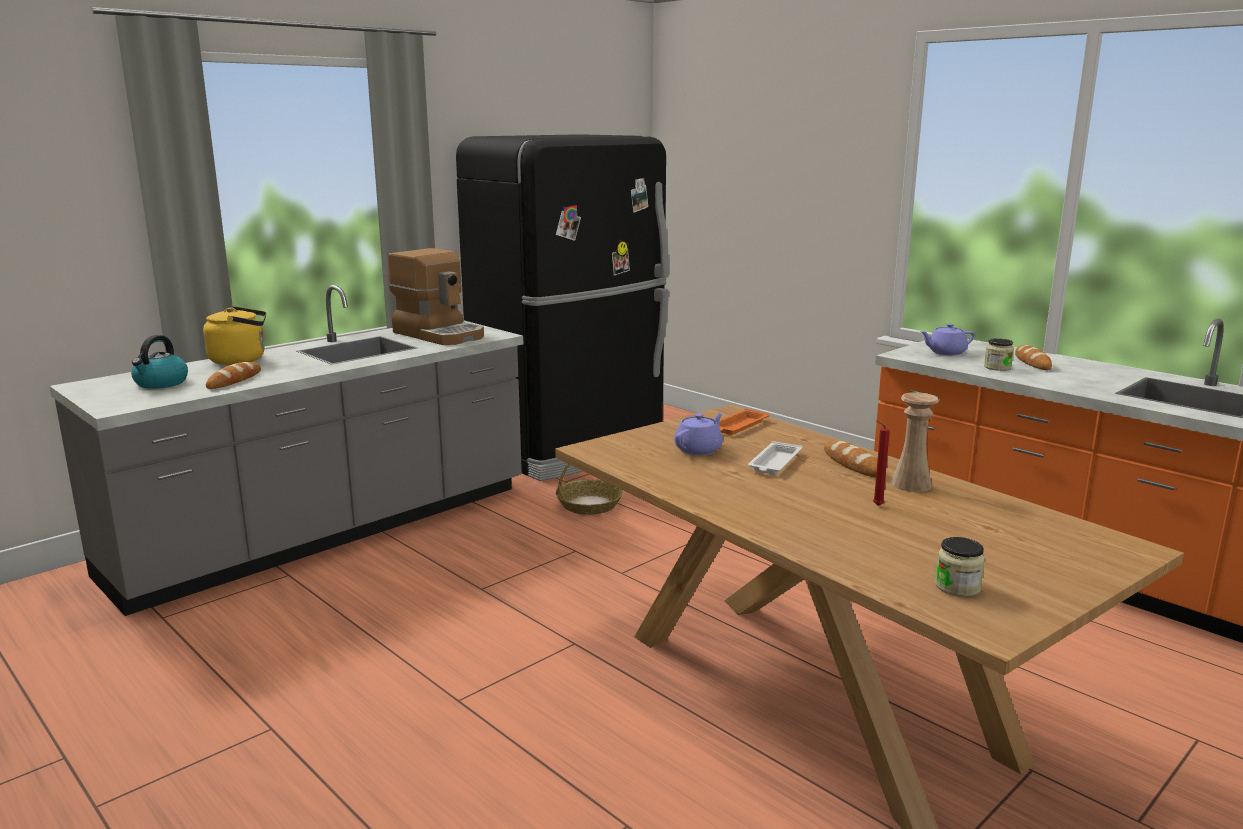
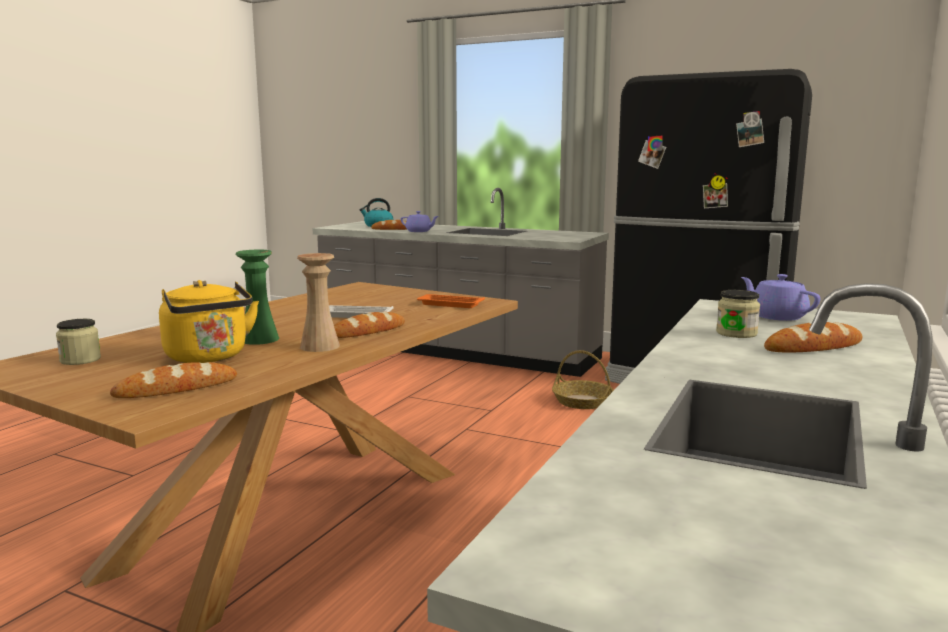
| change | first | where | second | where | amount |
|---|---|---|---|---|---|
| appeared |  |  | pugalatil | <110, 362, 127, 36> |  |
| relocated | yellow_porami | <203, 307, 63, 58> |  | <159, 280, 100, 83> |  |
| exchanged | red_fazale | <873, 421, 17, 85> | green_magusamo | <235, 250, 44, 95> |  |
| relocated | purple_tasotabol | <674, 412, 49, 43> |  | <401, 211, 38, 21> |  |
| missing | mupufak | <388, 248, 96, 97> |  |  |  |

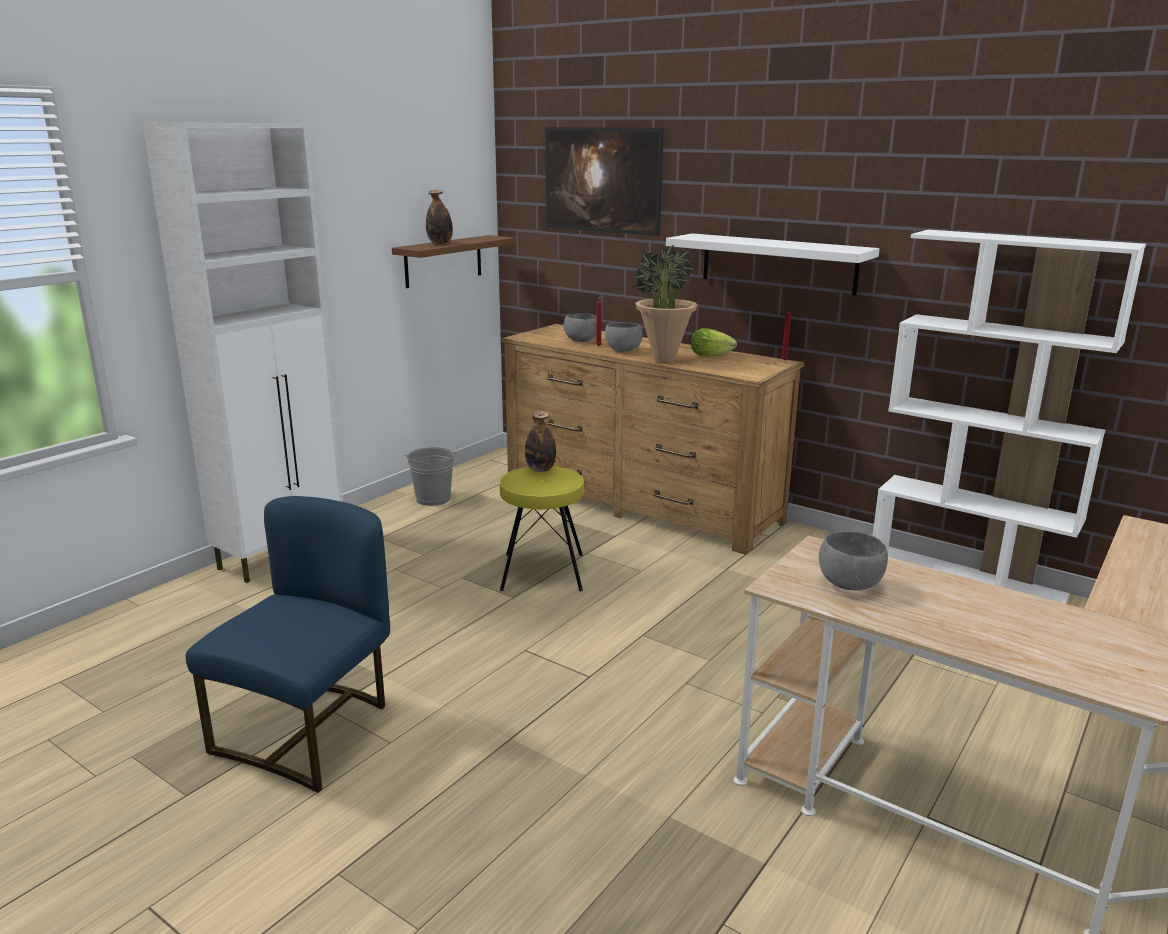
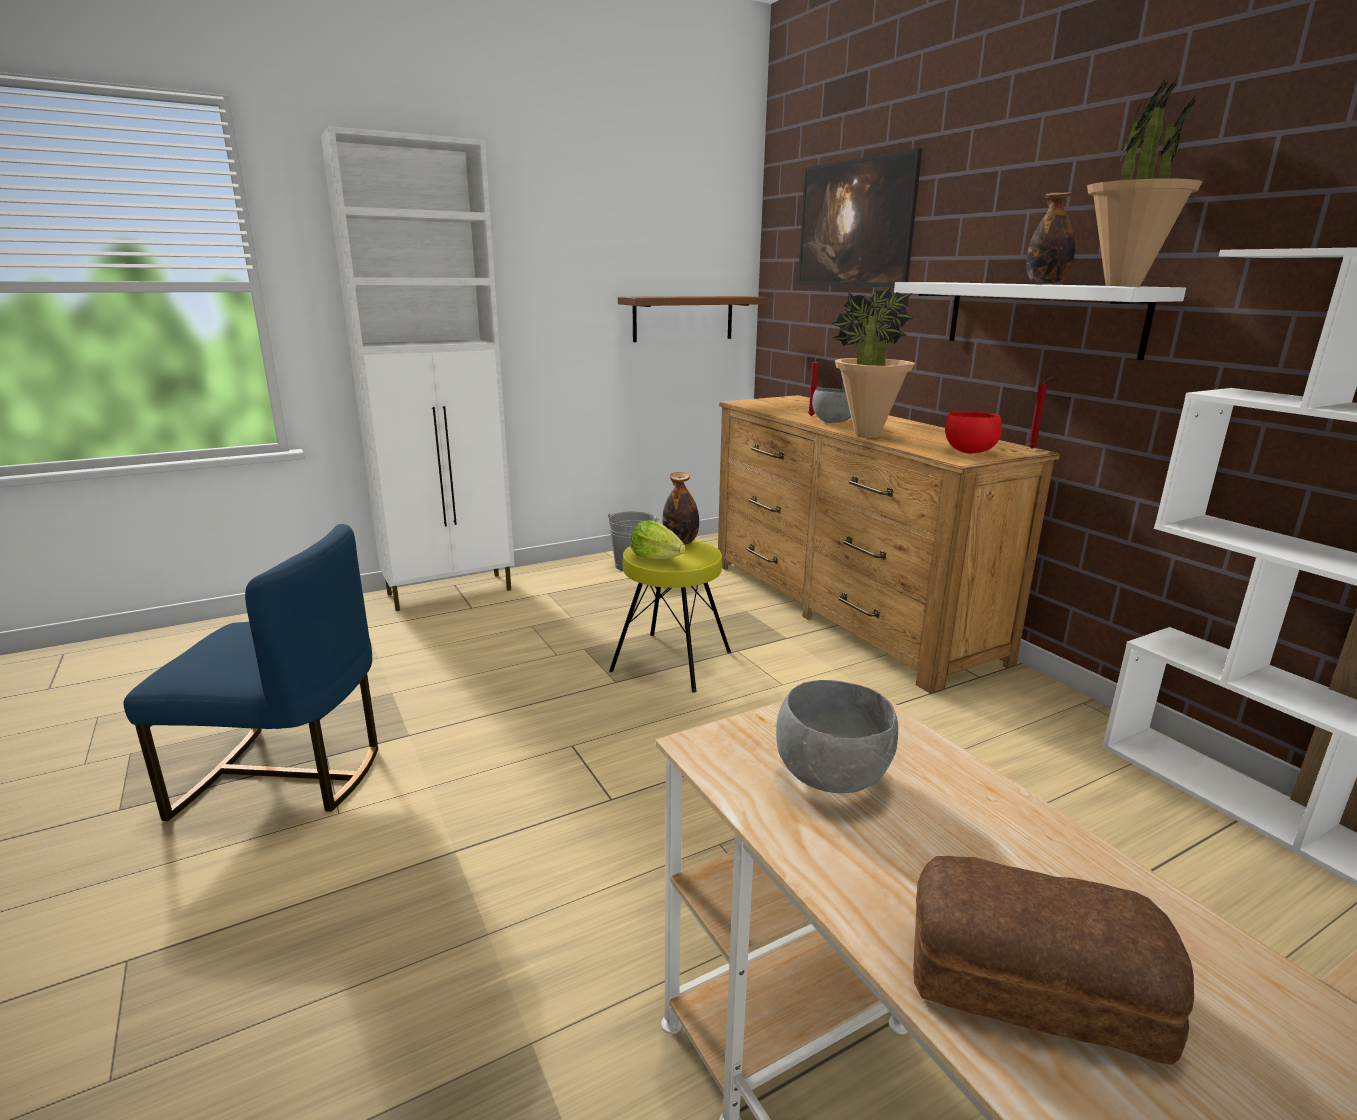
| change | first | where | second | where | amount |
|---|---|---|---|---|---|
| spun | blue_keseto | <185, 496, 205, 297> |  | <124, 524, 254, 297> | 45 degrees clockwise |
| relocated | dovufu | <691, 328, 46, 29> |  | <630, 520, 56, 40> |  |
| appeared |  |  | pugalatil | <913, 856, 281, 209> |  |
| appeared |  |  | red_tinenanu | <945, 412, 57, 42> |  |
| relocated | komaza | <426, 190, 27, 54> |  | <1026, 192, 49, 93> |  |
| appeared |  |  | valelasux | <1087, 75, 116, 211> |  |
| missing | grey_tinenanu | <564, 313, 32, 29> |  |  |  |

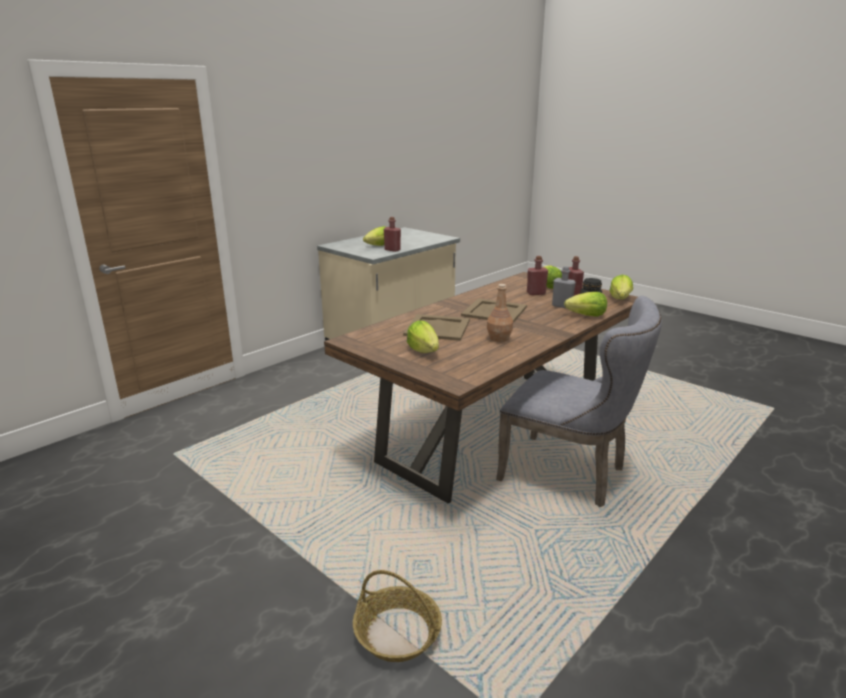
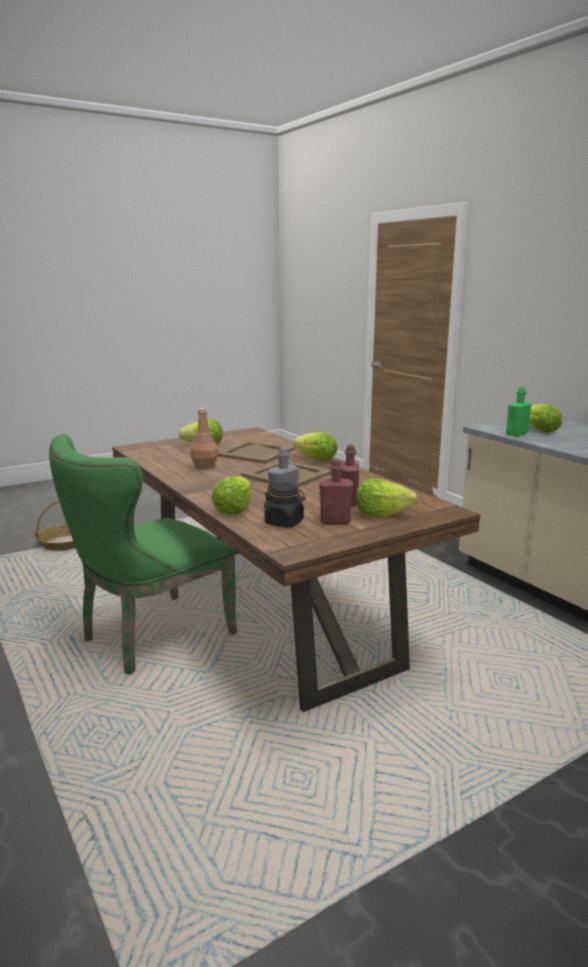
| change | first | where | second | where | amount |
|---|---|---|---|---|---|
| colour | grey_keseto | <496, 296, 166, 211> | green_keseto | <49, 434, 188, 241> |  |
| relocated | dovufu | <609, 274, 24, 25> |  | <293, 432, 44, 29> |  |
| colour | red_komaza | <384, 217, 17, 35> | green_komaza | <506, 387, 25, 49> |  |

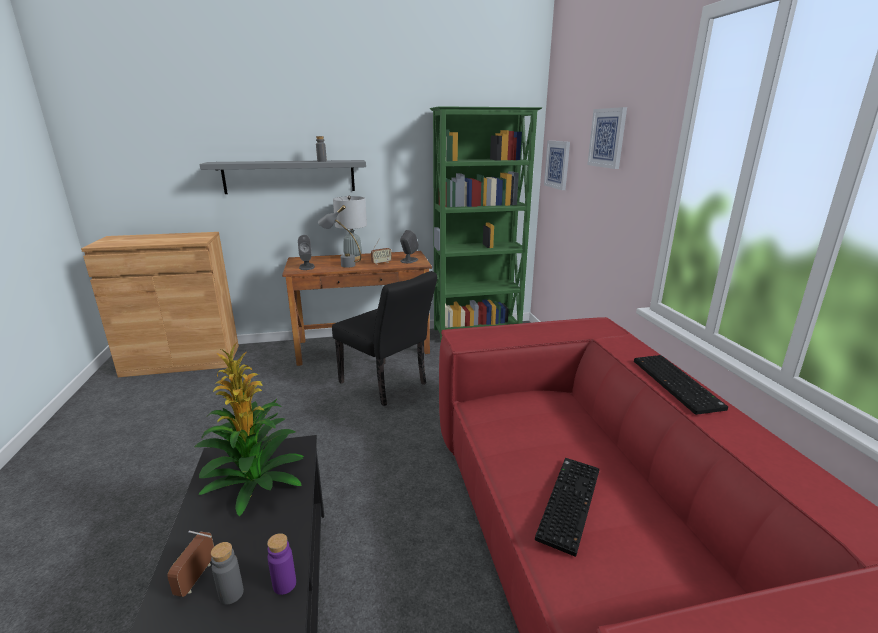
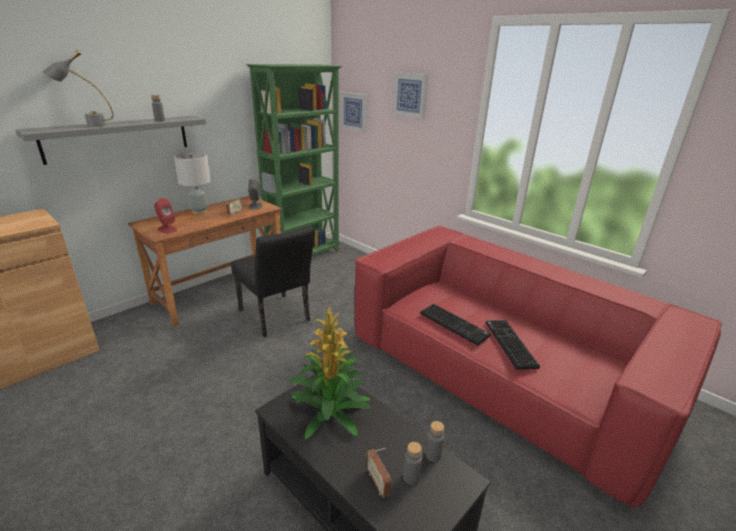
| change | first | where | second | where | amount |
|---|---|---|---|---|---|
| relocated | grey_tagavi | <318, 205, 43, 63> |  | <42, 50, 72, 77> |  |
| colour | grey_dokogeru | <298, 235, 17, 35> | red_dokogeru | <154, 198, 23, 35> |  |
| spun | black_keseto | <332, 271, 105, 135> |  | <231, 225, 84, 112> | 45 degrees clockwise |
| relocated | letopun | <634, 355, 94, 60> |  | <420, 304, 71, 42> |  |
| colour | purple_komaza | <267, 533, 29, 62> | grey_komaza | <425, 421, 19, 41> |  |

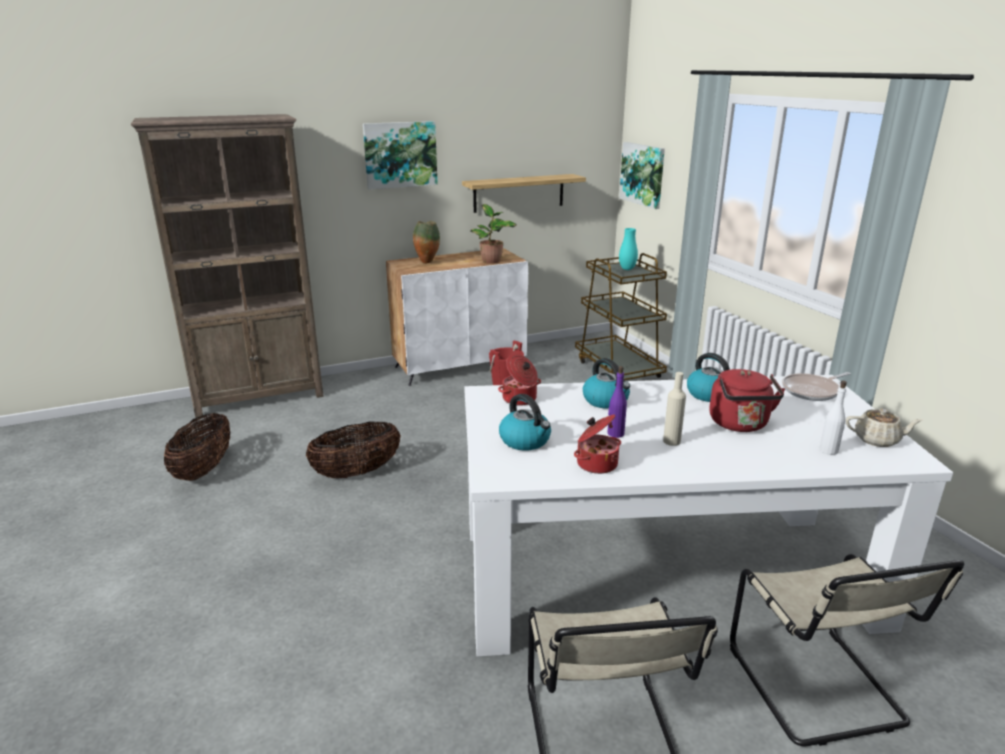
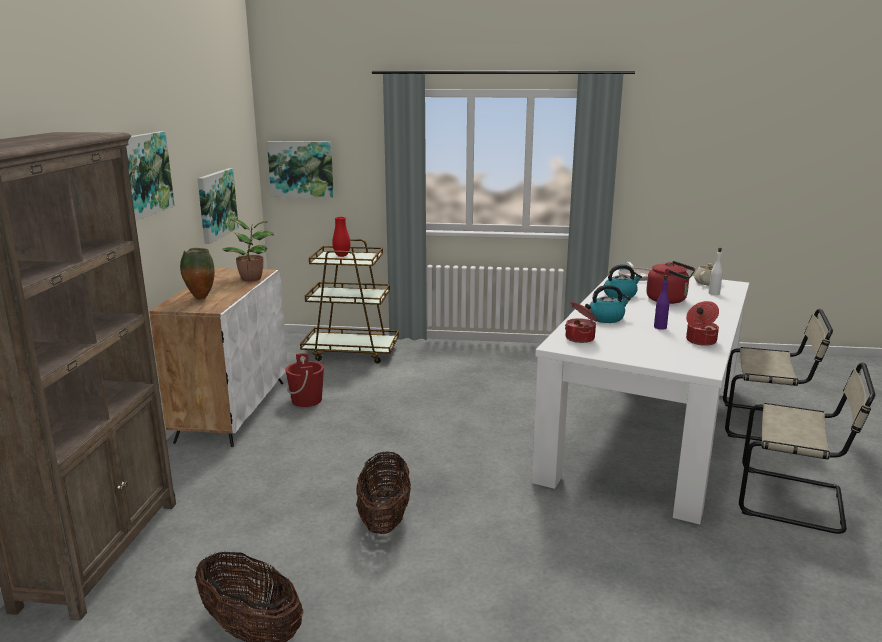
| change | first | where | second | where | amount |
|---|---|---|---|---|---|
| exchanged | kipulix | <462, 174, 124, 39> | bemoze | <197, 168, 42, 76> |  |
| colour | turquoise_magusamo | <619, 228, 19, 42> | red_magusamo | <332, 217, 18, 40> |  |
| missing | porami | <499, 394, 52, 57> |  |  |  |
| missing | beige_komaza | <663, 372, 23, 74> |  |  |  |

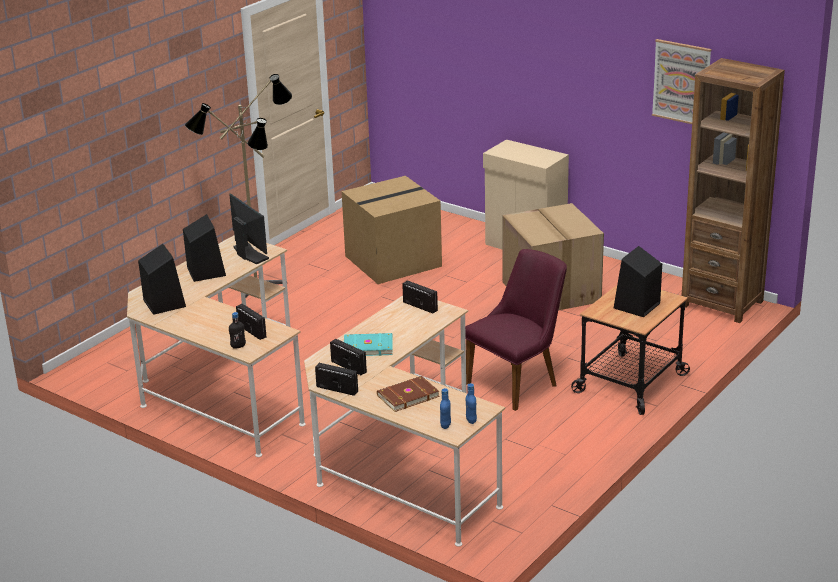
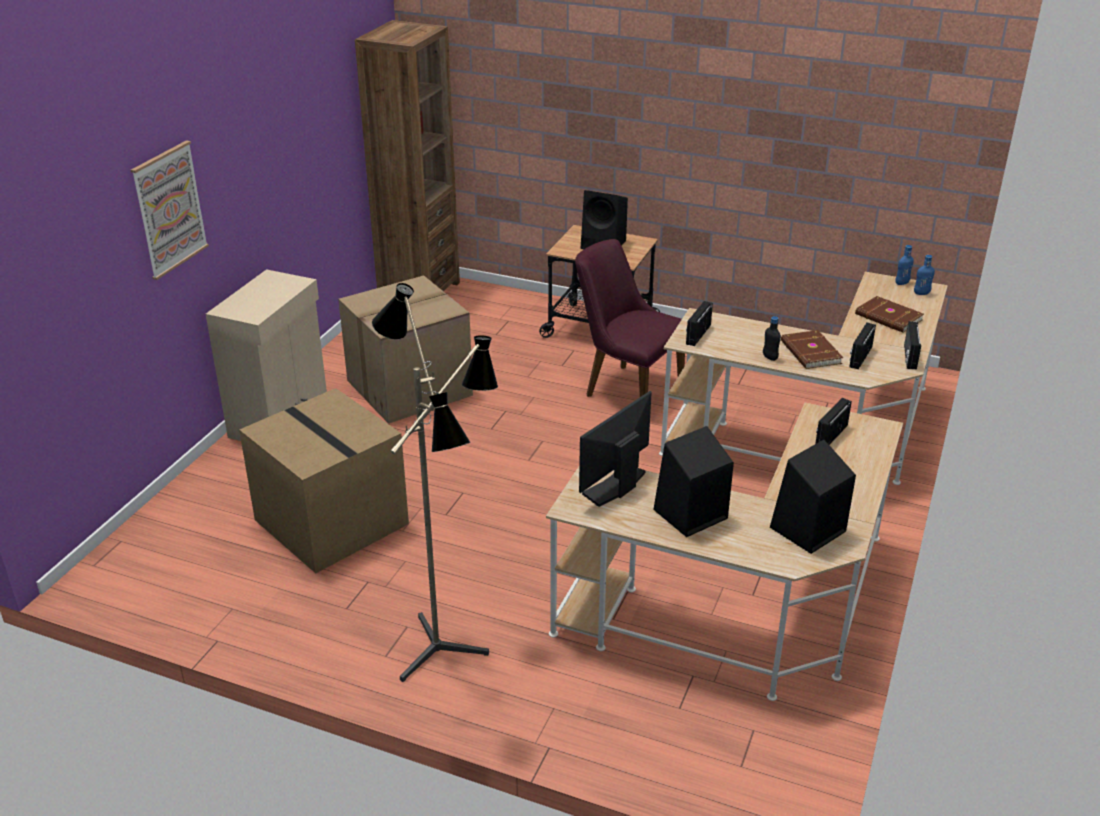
| change | first | where | second | where | amount |
|---|---|---|---|---|---|
| relocated | bemoze | <652, 39, 60, 85> |  | <131, 140, 78, 140> |  |
| relocated | black_komaza | <229, 312, 17, 37> |  | <763, 316, 18, 45> |  |
| colour | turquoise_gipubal | <344, 333, 49, 23> | brown_gipubal | <781, 330, 62, 39> |  |

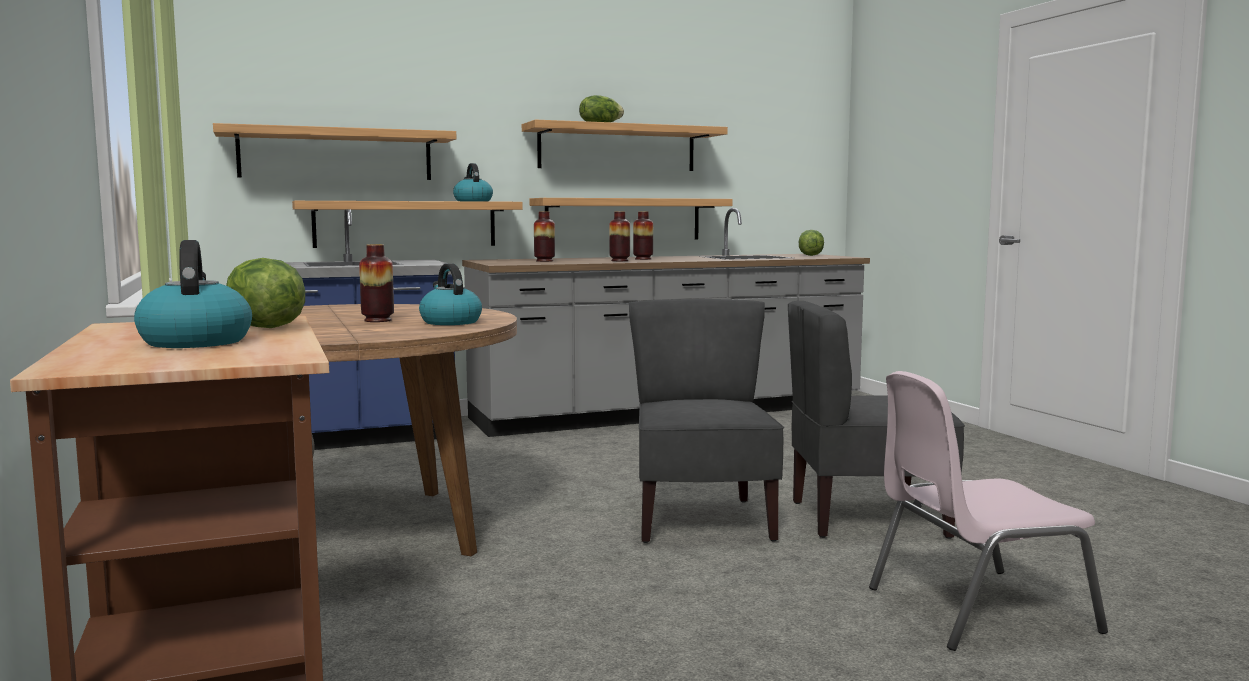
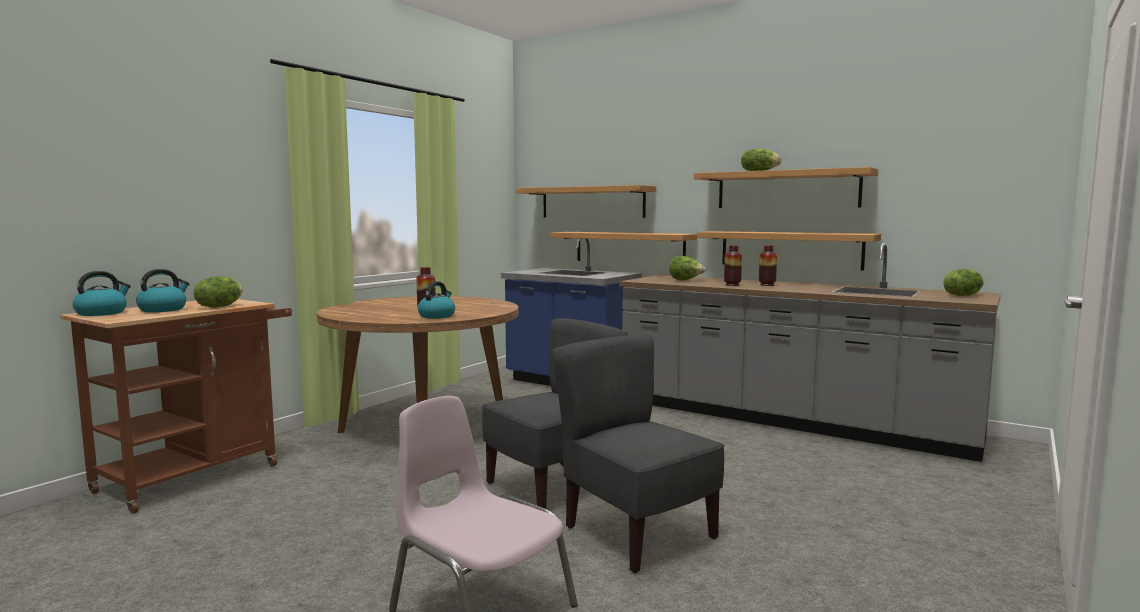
| change | first | where | second | where | amount |
|---|---|---|---|---|---|
| relocated | porami | <453, 163, 40, 38> |  | <73, 271, 58, 45> |  |
| exchanged | magusamo | <534, 211, 21, 51> | dovufu | <669, 256, 37, 24> |  |

